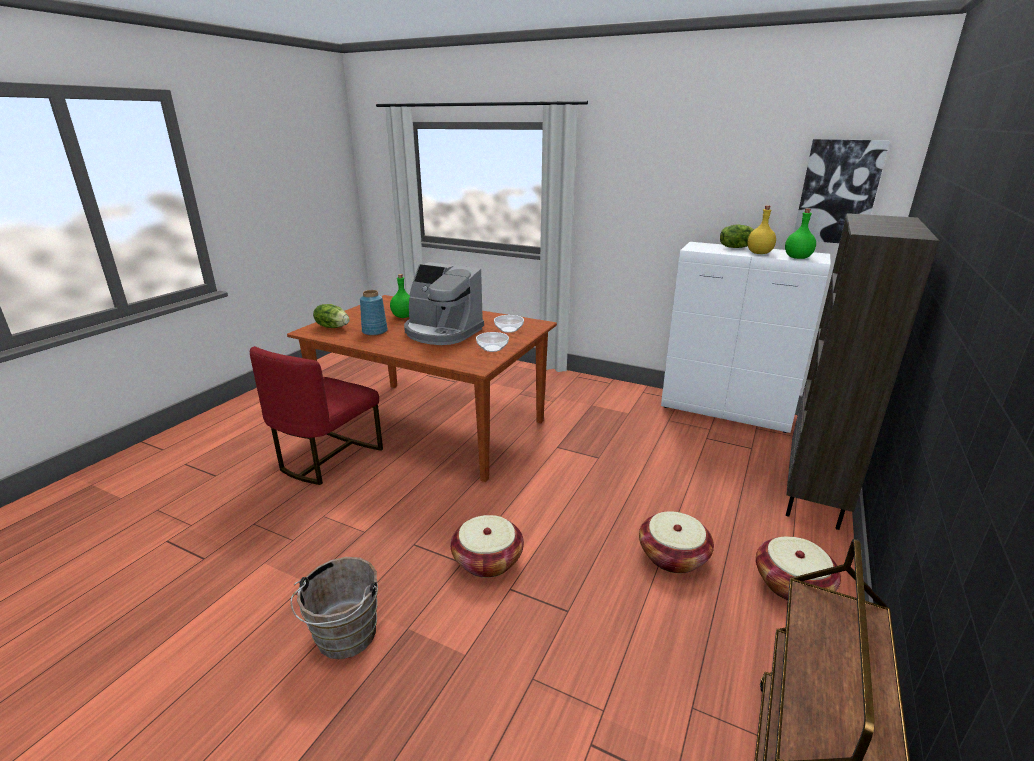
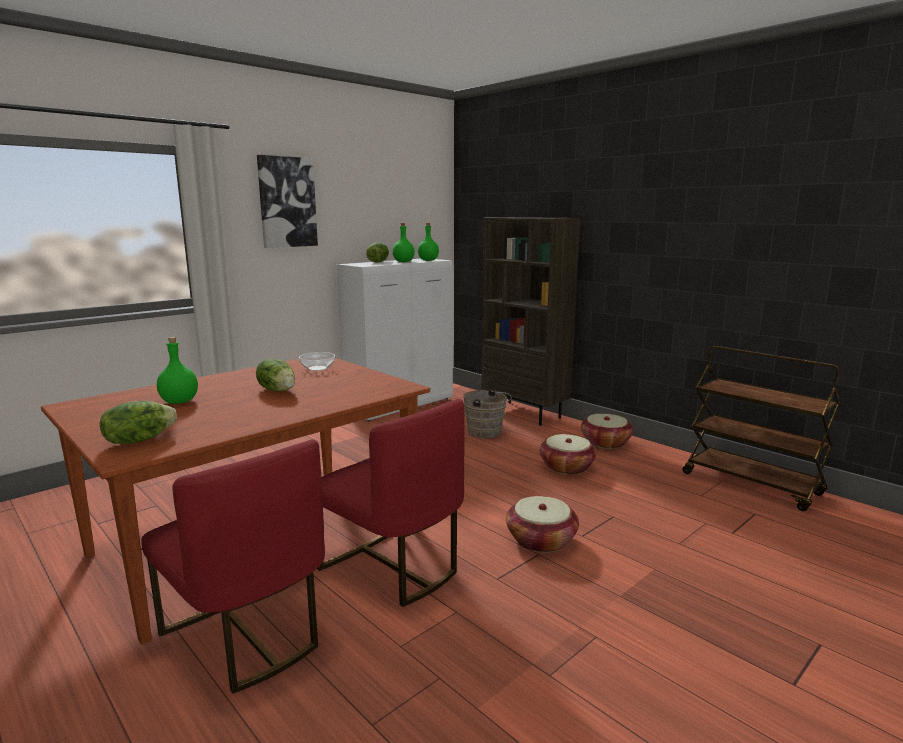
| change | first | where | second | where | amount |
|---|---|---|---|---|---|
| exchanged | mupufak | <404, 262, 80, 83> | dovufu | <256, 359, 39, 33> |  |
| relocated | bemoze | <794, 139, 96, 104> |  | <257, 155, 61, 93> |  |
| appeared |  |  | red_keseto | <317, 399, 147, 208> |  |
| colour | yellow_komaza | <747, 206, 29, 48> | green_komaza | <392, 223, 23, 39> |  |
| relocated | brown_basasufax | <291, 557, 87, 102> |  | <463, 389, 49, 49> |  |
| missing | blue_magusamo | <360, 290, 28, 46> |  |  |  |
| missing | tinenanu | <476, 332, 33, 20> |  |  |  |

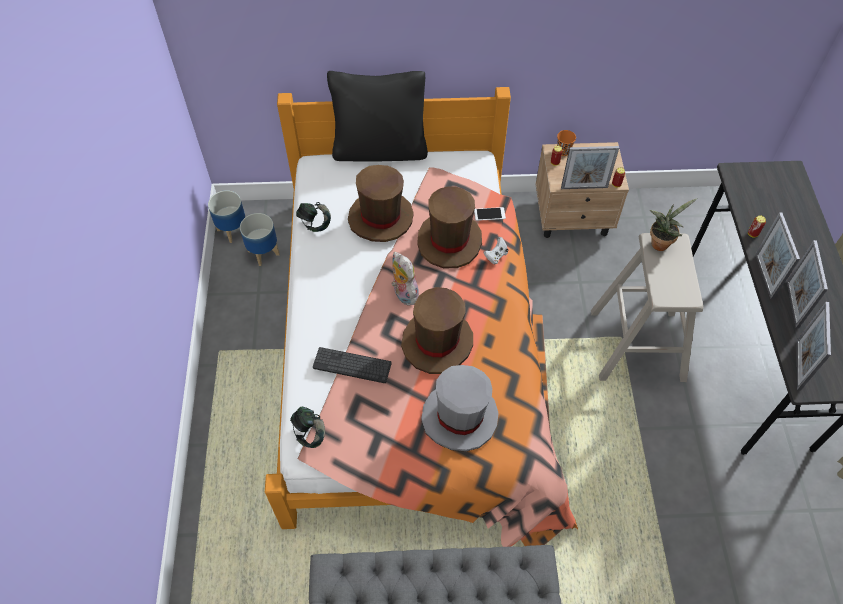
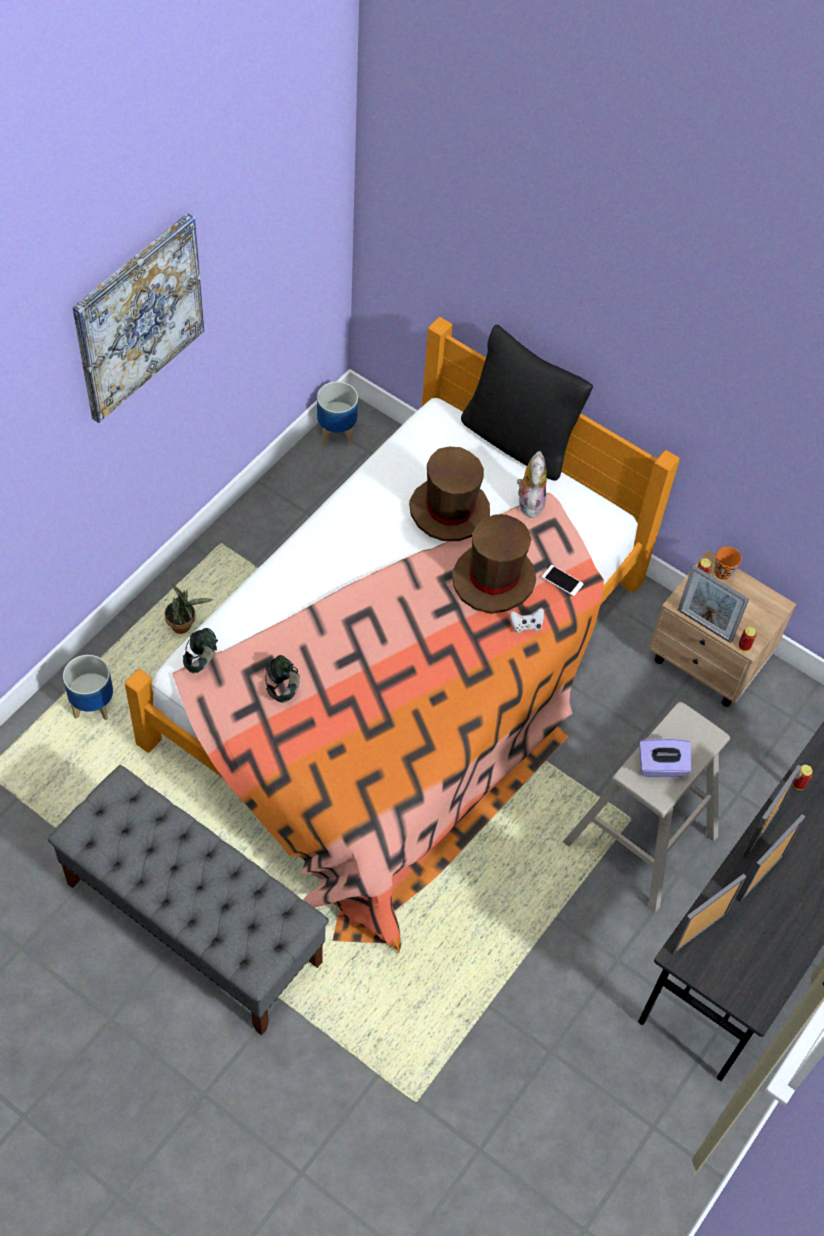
| change | first | where | second | where | amount |
|---|---|---|---|---|---|
| relocated | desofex | <240, 213, 40, 53> |  | <63, 655, 50, 65> |  |
| appeared |  |  | bemoze | <72, 213, 132, 210> |  |
| relocated | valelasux | <650, 198, 47, 53> |  | <164, 583, 49, 51> |  |
| relocated | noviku | <296, 202, 35, 30> |  | <265, 655, 35, 48> |  |
| relocated | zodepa | <391, 252, 28, 54> |  | <517, 451, 30, 69> |  |
| appeared |  |  | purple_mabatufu | <639, 738, 53, 39> |  |
| missing | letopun | <313, 347, 78, 36> |  |  |  |
| missing | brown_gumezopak | <401, 287, 72, 87> |  |  |  |
| missing | grey_gumezopak | <421, 365, 78, 87> |  |  |  |

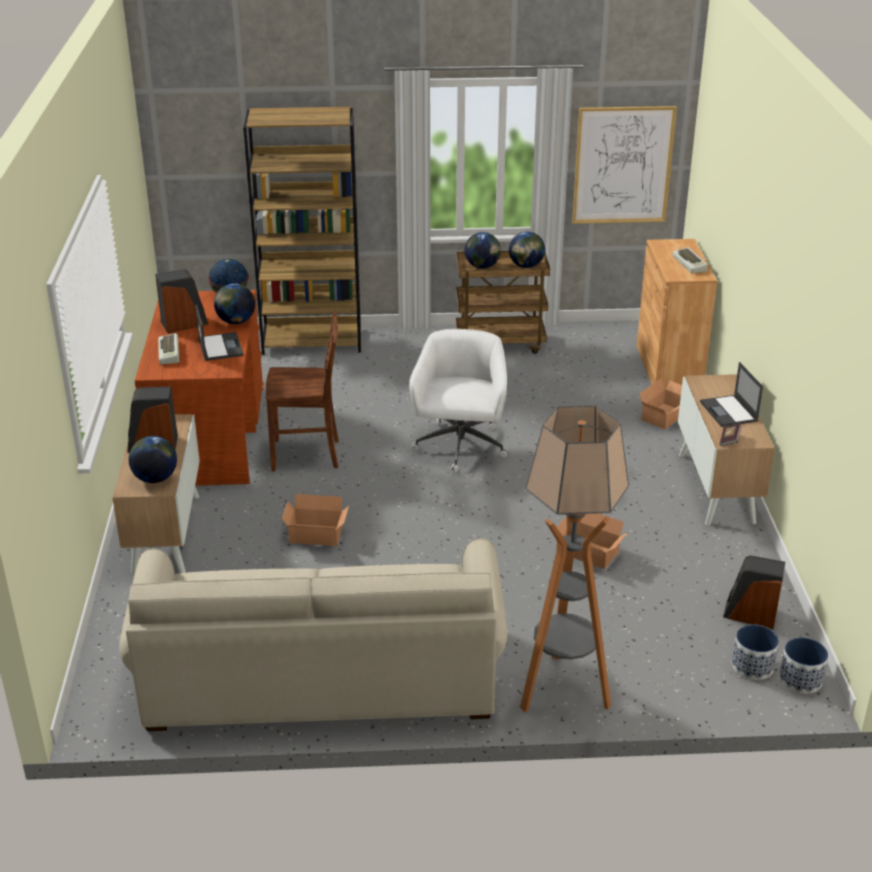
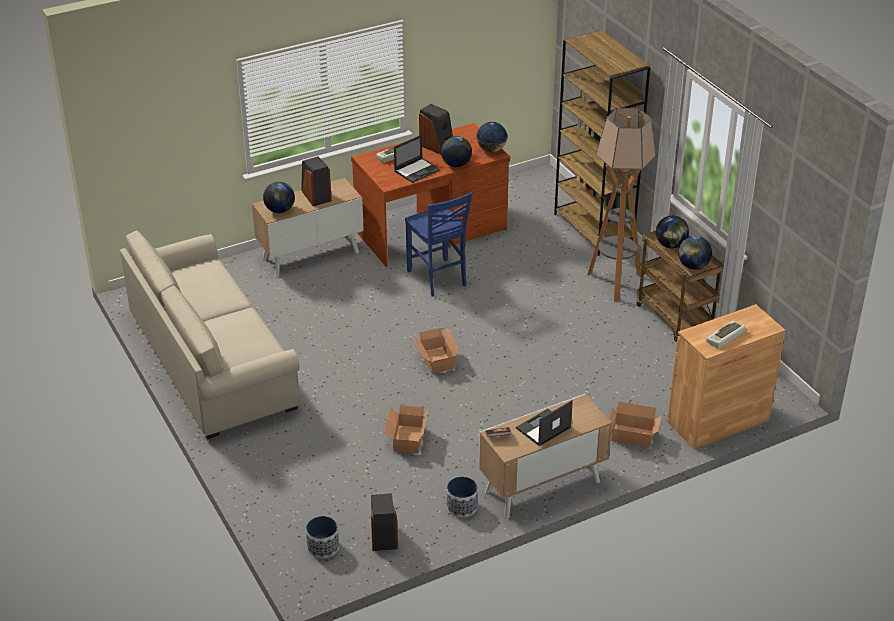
| change | first | where | second | where | amount |
|---|---|---|---|---|---|
| colour | brown_keseto | <266, 313, 73, 158> | blue_keseto | <405, 192, 68, 105> |  |
| relocated | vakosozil | <282, 494, 67, 52> |  | <412, 328, 47, 46> |  |
| relocated | desofex | <779, 637, 49, 57> |  | <447, 477, 31, 40> |  |
| relocated | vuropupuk | <520, 406, 109, 307> |  | <587, 108, 69, 194> |  |
| missing | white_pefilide | <409, 329, 99, 144> |  |  |  |
| missing | bemoze | <572, 106, 105, 118> |  |  |  |

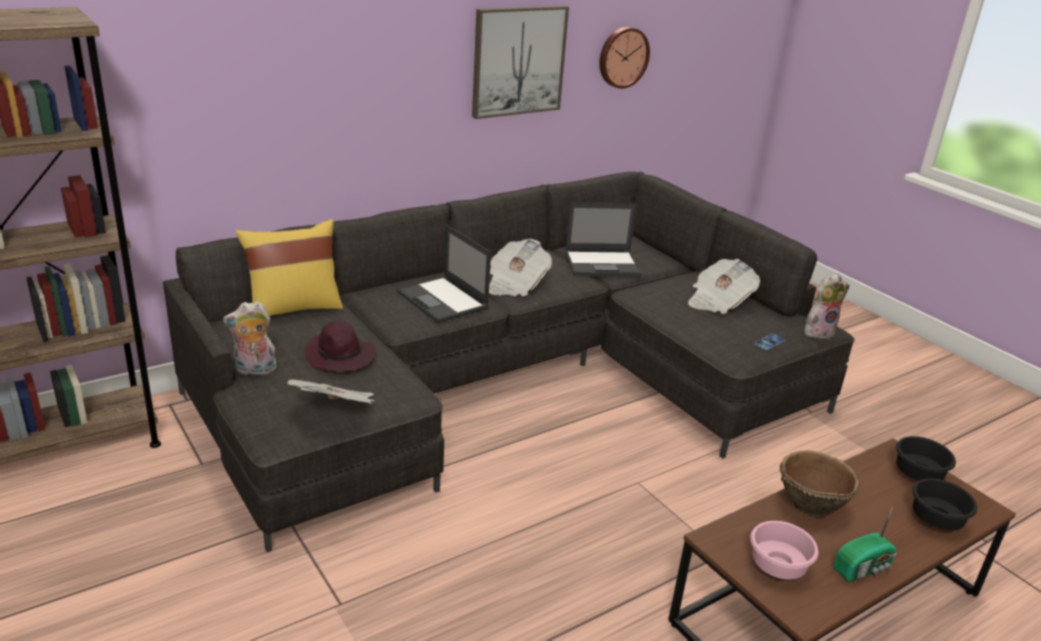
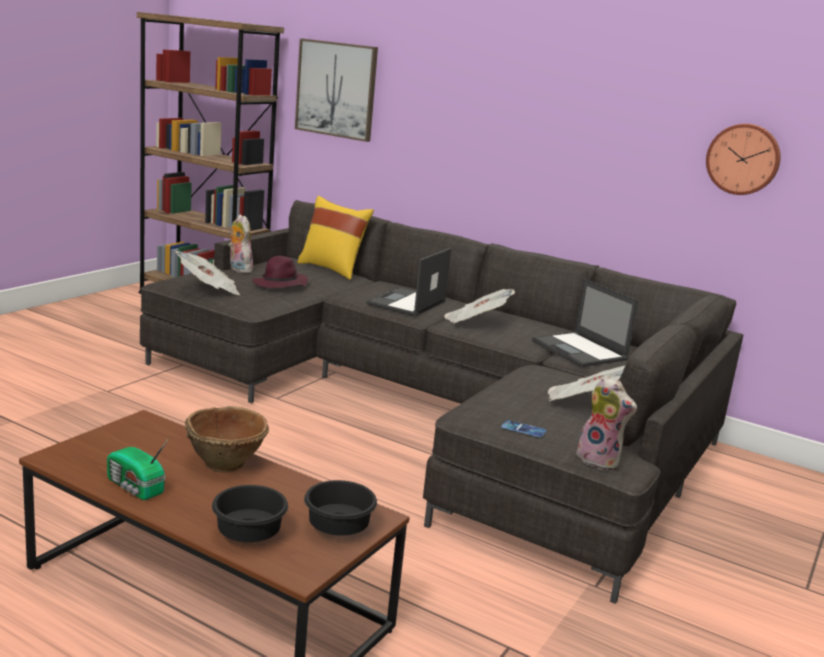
| change | first | where | second | where | amount |
|---|---|---|---|---|---|
| relocated | bemoze | <472, 5, 97, 114> |  | <295, 38, 83, 104> |  |
| missing | pink_tinenanu | <751, 521, 67, 58> |  |  |  |

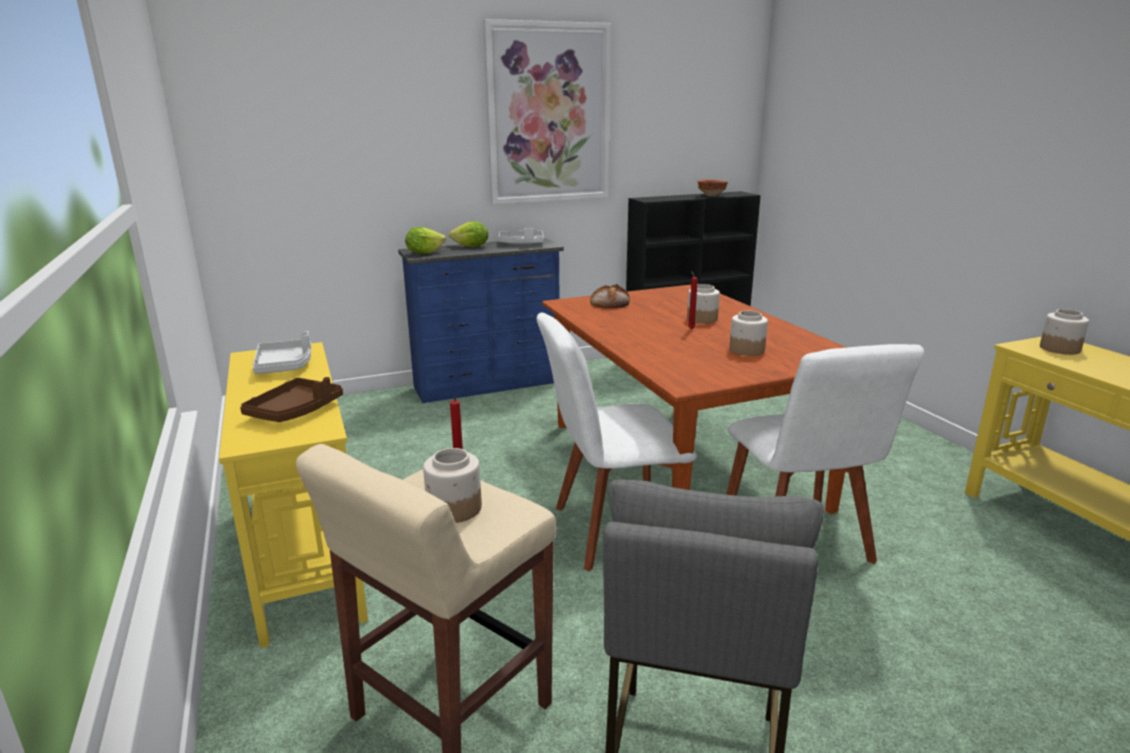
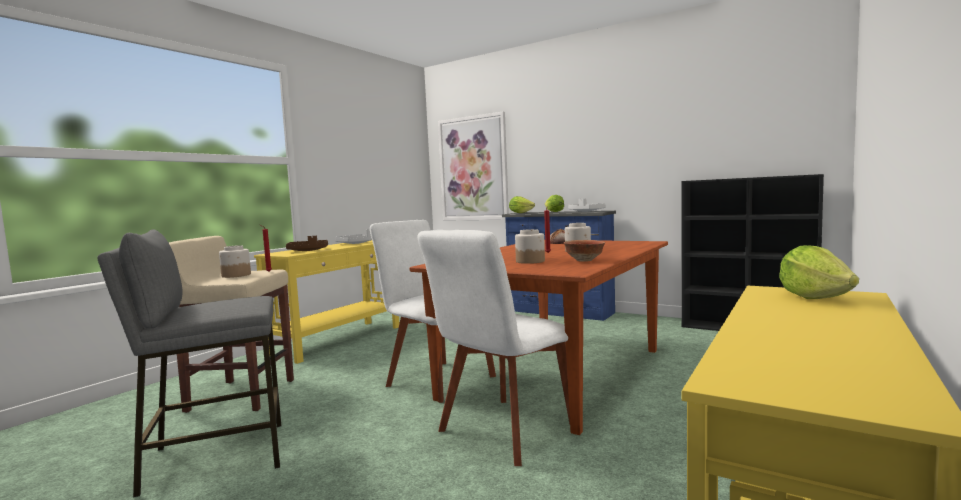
| change | first | where | second | where | amount |
|---|---|---|---|---|---|
| relocated | bemoze | <483, 19, 128, 185> |  | <438, 111, 71, 110> |  |
| relocated | tinenanu | <698, 180, 30, 16> |  | <564, 240, 41, 22> |  |
| exchanged | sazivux | <1040, 309, 49, 46> | dovufu | <779, 245, 80, 54> |  |

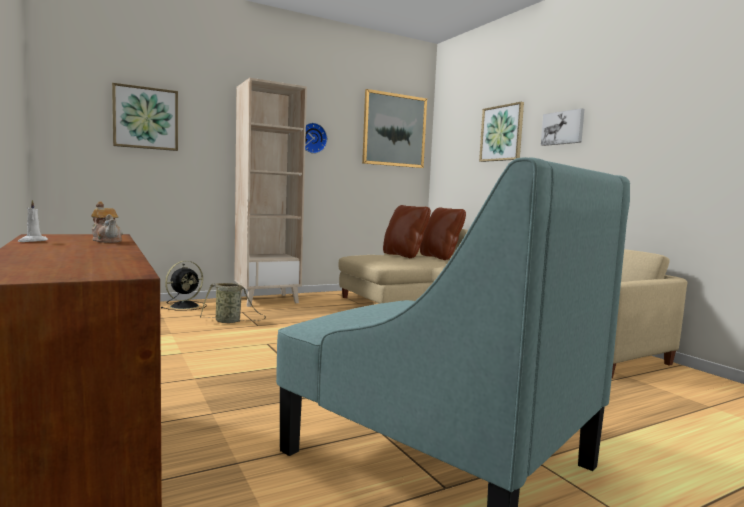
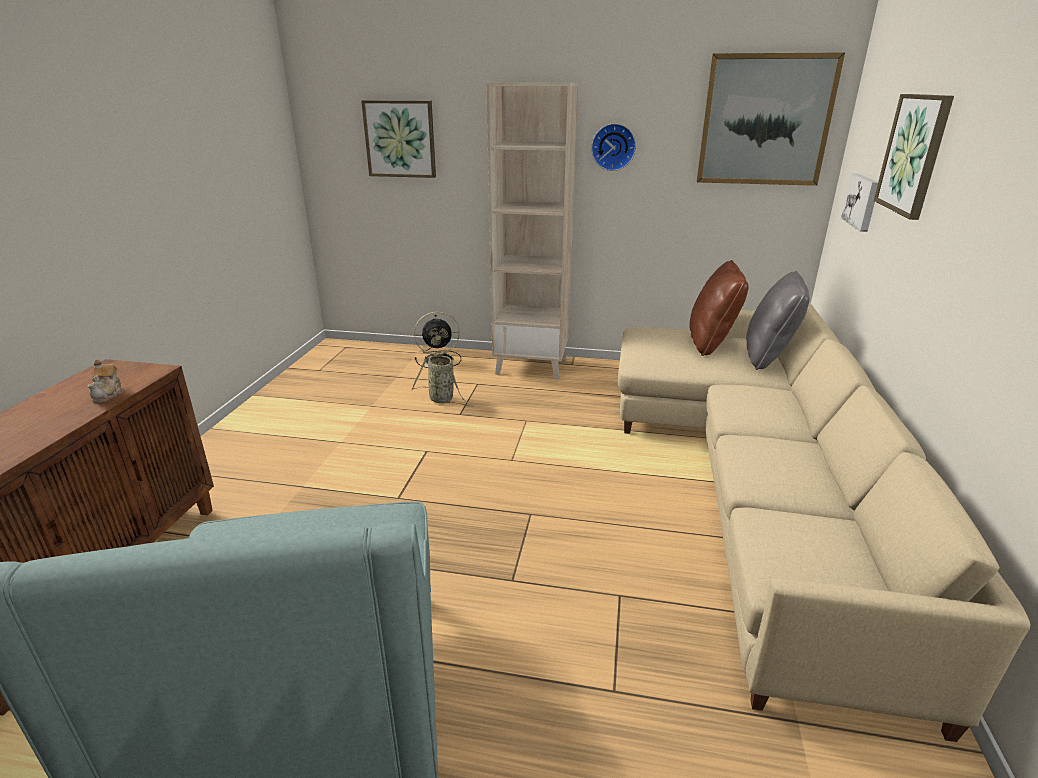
| change | first | where | second | where | amount |
|---|---|---|---|---|---|
| colour | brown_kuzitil | <420, 207, 46, 53> | grey_kuzitil | <746, 271, 64, 99> |  |
| relocated | bemoze | <541, 108, 43, 38> |  | <841, 174, 37, 58> |  |
| missing | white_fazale | <18, 200, 30, 42> |  |  |  |

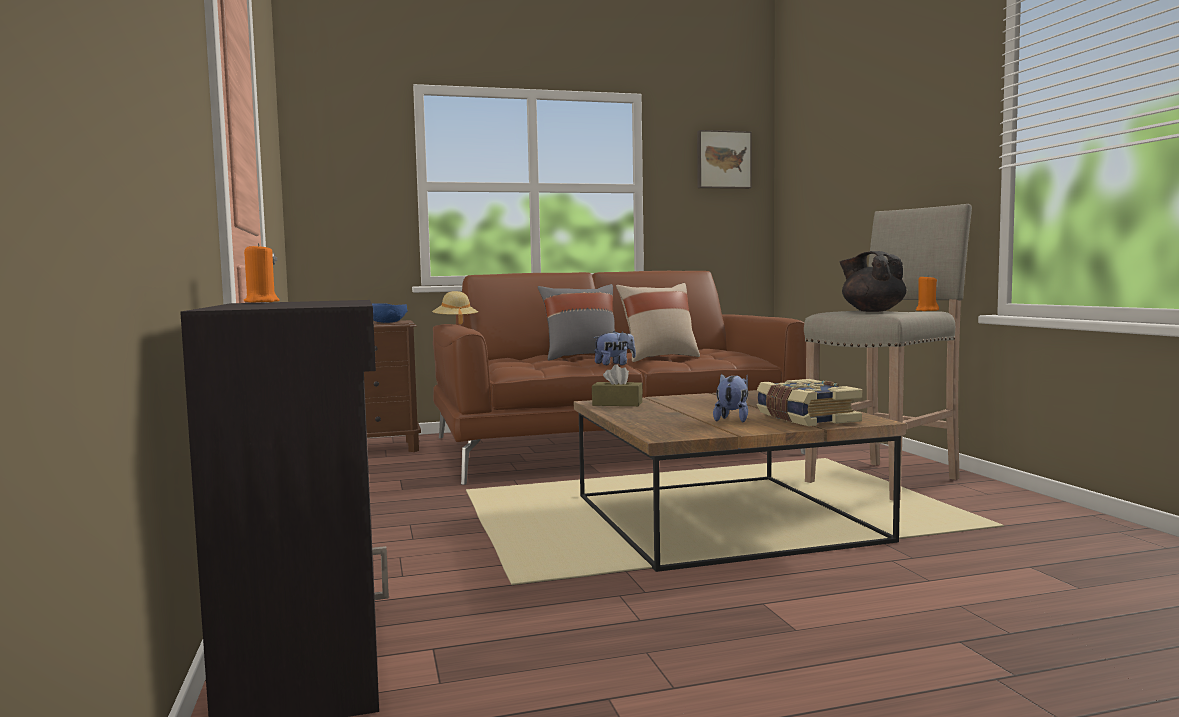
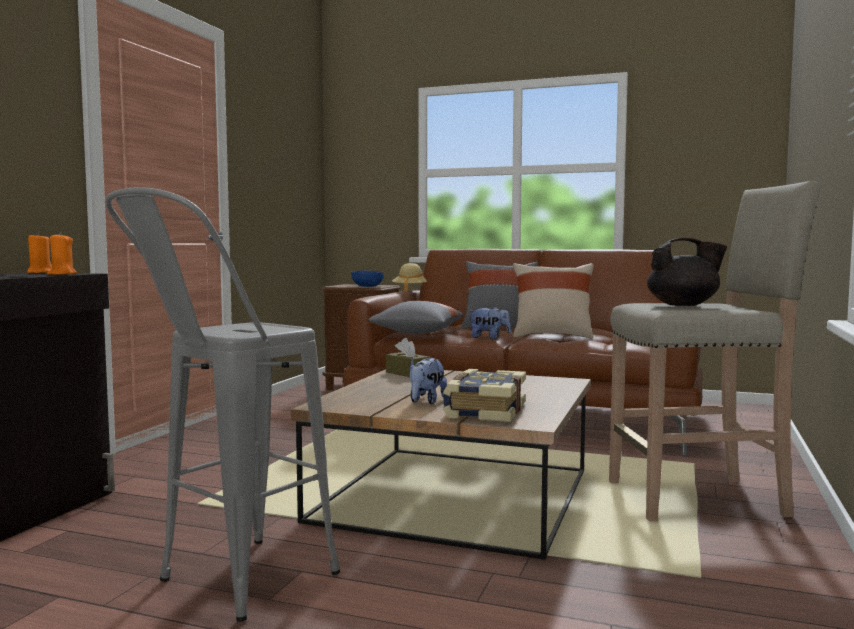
| change | first | where | second | where | amount |
|---|---|---|---|---|---|
| relocated | orange_fazale | <916, 275, 23, 36> |  | <47, 232, 30, 43> |  |
| appeared |  |  | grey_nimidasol | <106, 187, 234, 435> |  |
| appeared |  |  | grey_kuzitil | <368, 301, 95, 33> |  |
| spun | zodepa | <713, 373, 35, 49> |  | <410, 358, 37, 46> | 150 degrees clockwise |
| spun | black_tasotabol | <840, 251, 66, 61> |  | <647, 238, 80, 68> | 90 degrees clockwise |
| missing | bemoze | <697, 130, 55, 59> |  |  |  |

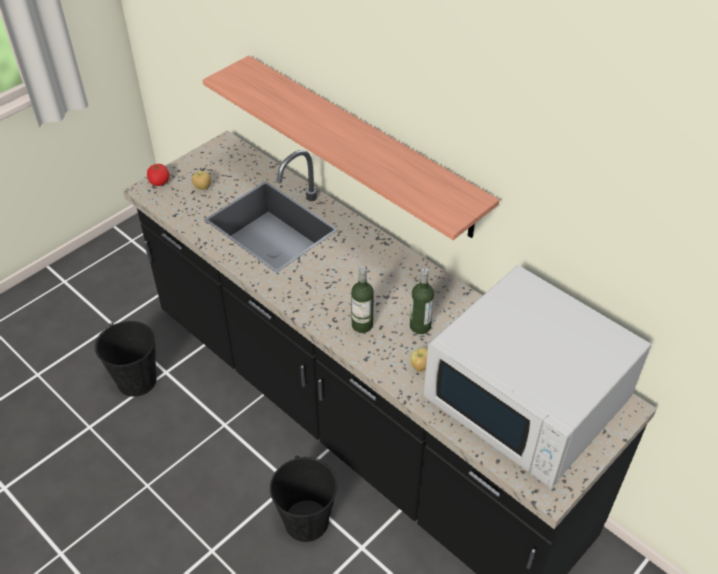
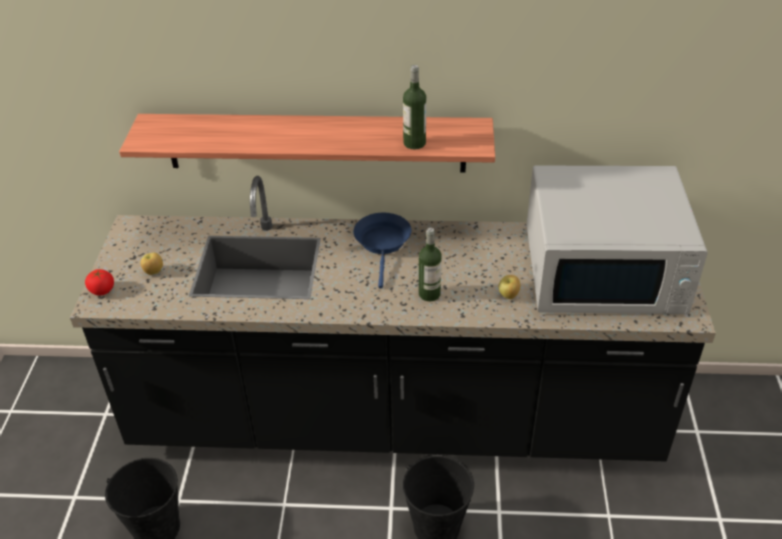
| change | first | where | second | where | amount |
|---|---|---|---|---|---|
| appeared |  |  | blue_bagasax | <353, 212, 58, 77> |  |
| relocated | komaza | <410, 267, 24, 67> |  | <403, 65, 23, 84> |  |

